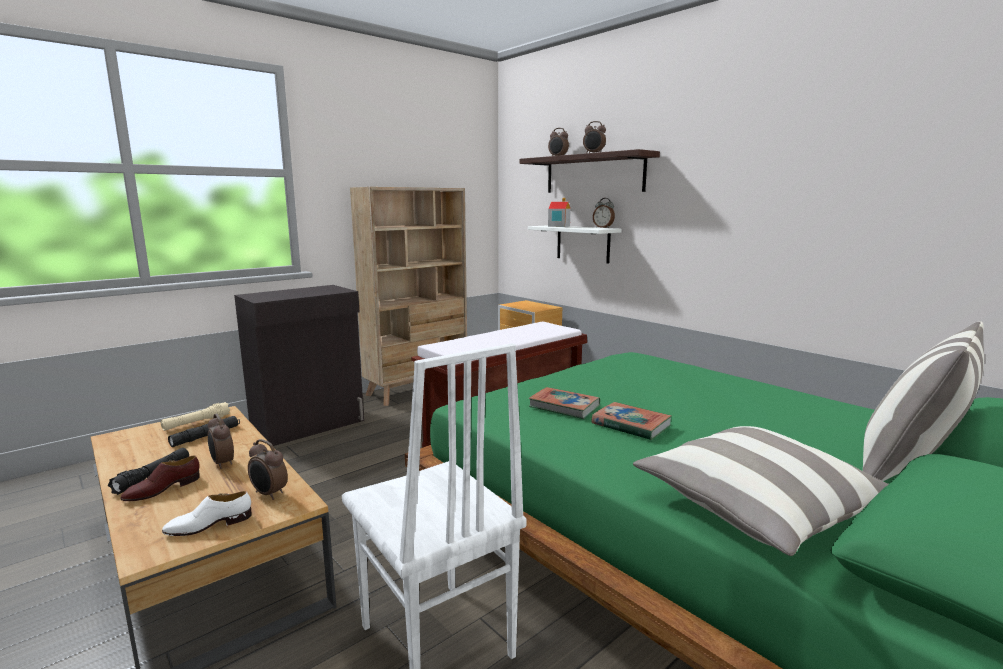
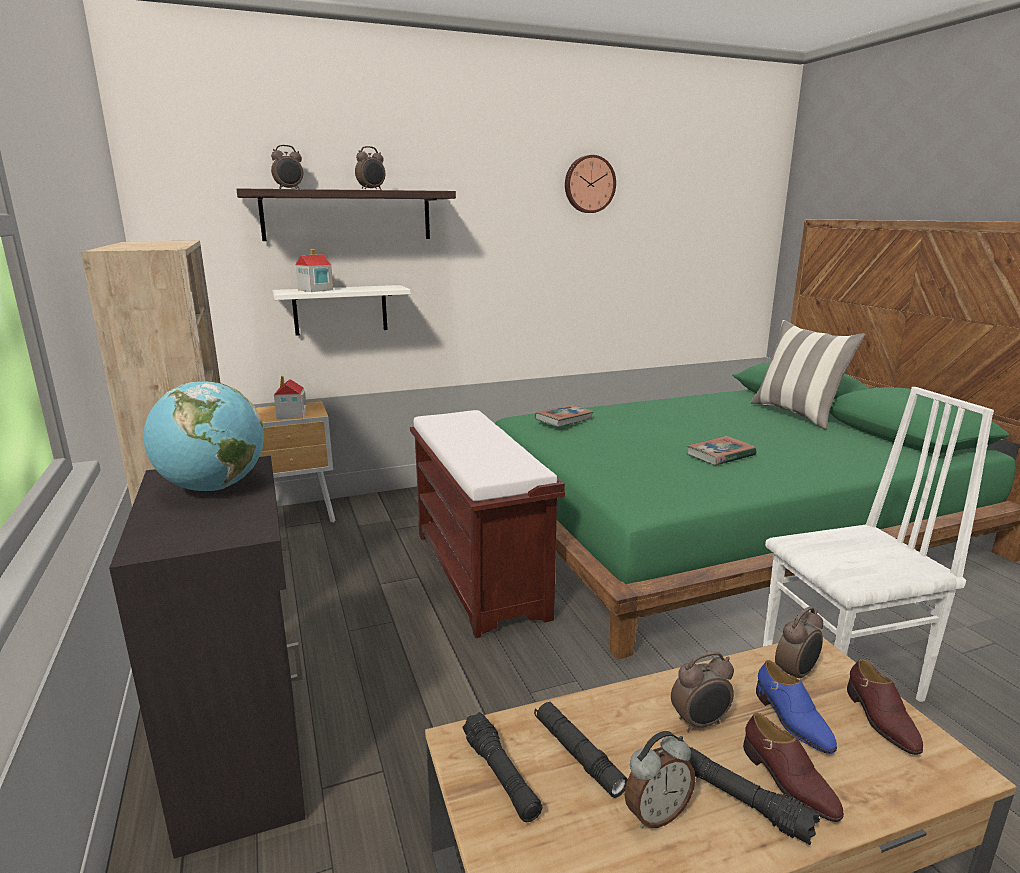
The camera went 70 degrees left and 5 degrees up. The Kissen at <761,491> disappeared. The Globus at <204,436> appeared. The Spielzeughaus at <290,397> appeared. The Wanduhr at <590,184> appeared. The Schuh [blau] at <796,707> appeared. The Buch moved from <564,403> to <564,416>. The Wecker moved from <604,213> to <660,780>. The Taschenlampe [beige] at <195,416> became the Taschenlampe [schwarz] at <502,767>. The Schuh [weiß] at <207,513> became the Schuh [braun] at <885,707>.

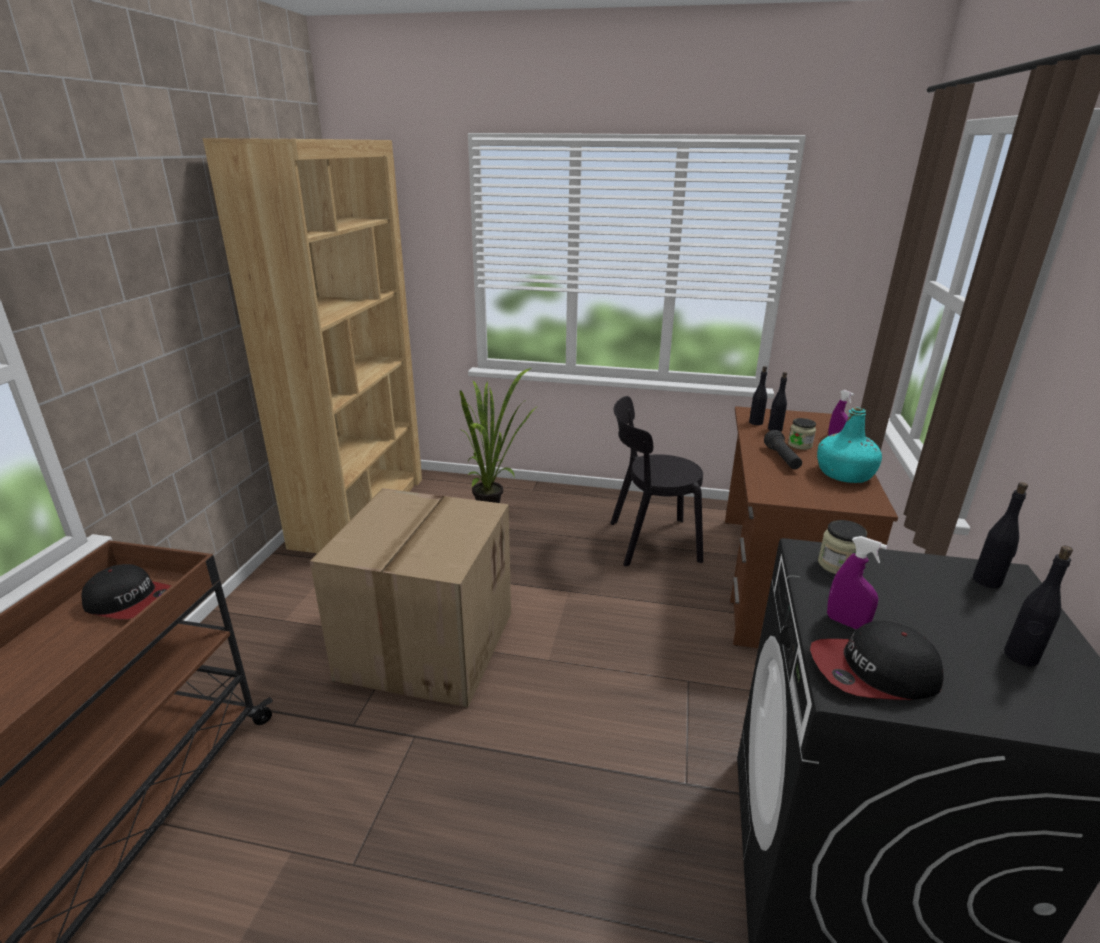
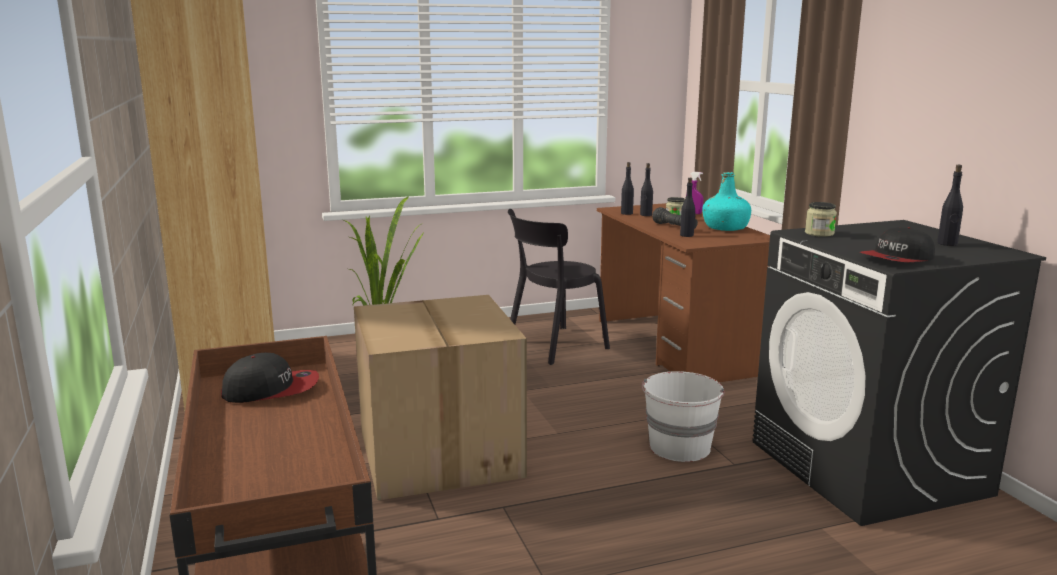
The camera went 30 degrees left and 10 degrees down. The Sprühflasche [lila] at <857,583> disappeared. The Eimer [weiß] at <683,416> appeared. The Flasche [schwarz] moved from <1000,535> to <687,207>.

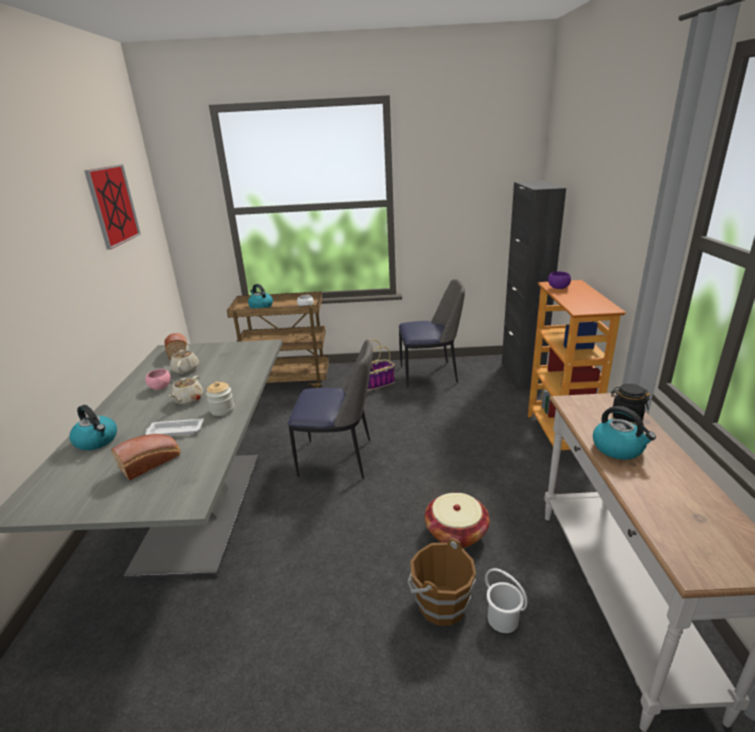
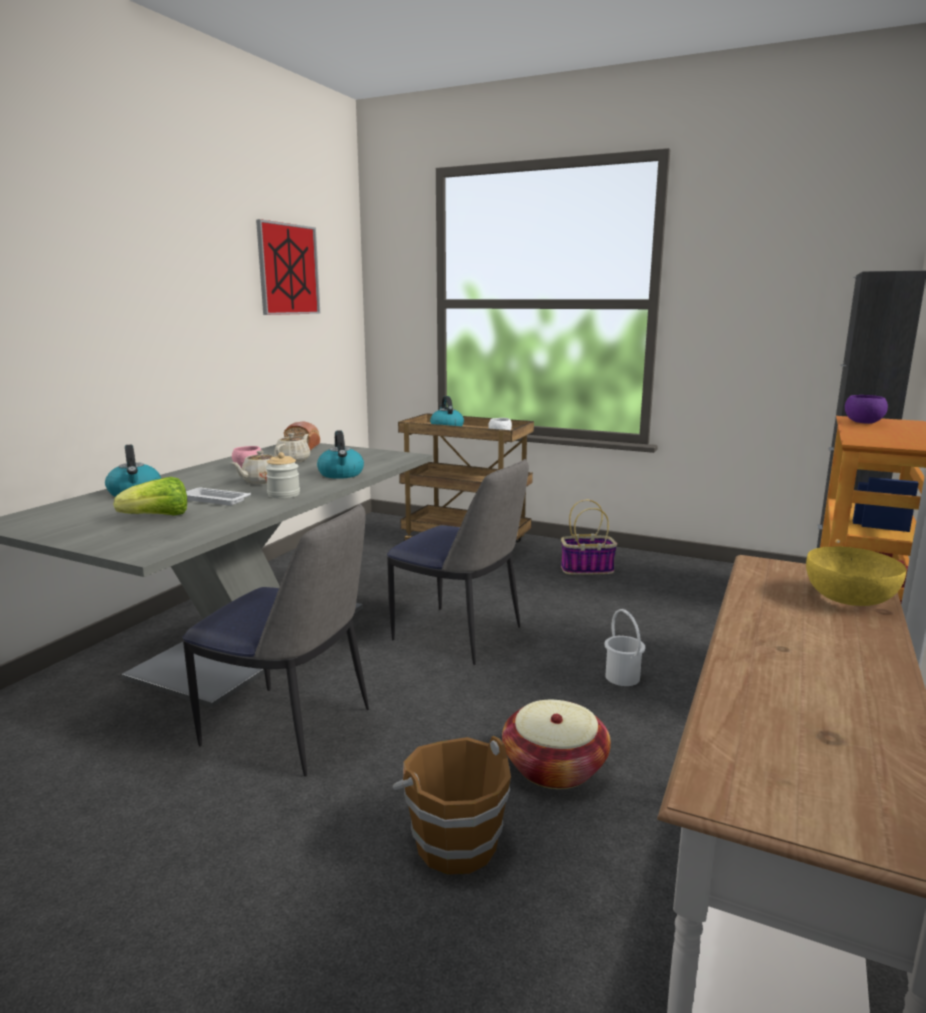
The camera went 25 degrees right and 10 degrees down. The Stuhl moved from <432,333> to <275,640>. The Eimer [weiß] moved from <506,600> to <625,647>. The Wasserkessel moved from <624,433> to <340,454>. The Brot at <145,457> was replaced by the Salatkopf at <150,496>. The Vorratsglas [schwarz] at <630,403> was replaced by the Schüssel [gelb] at <856,576>.

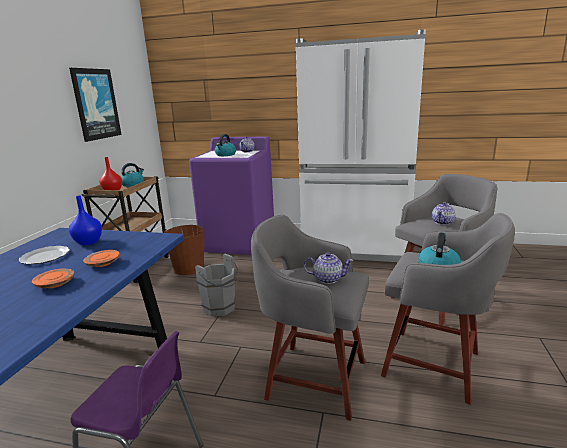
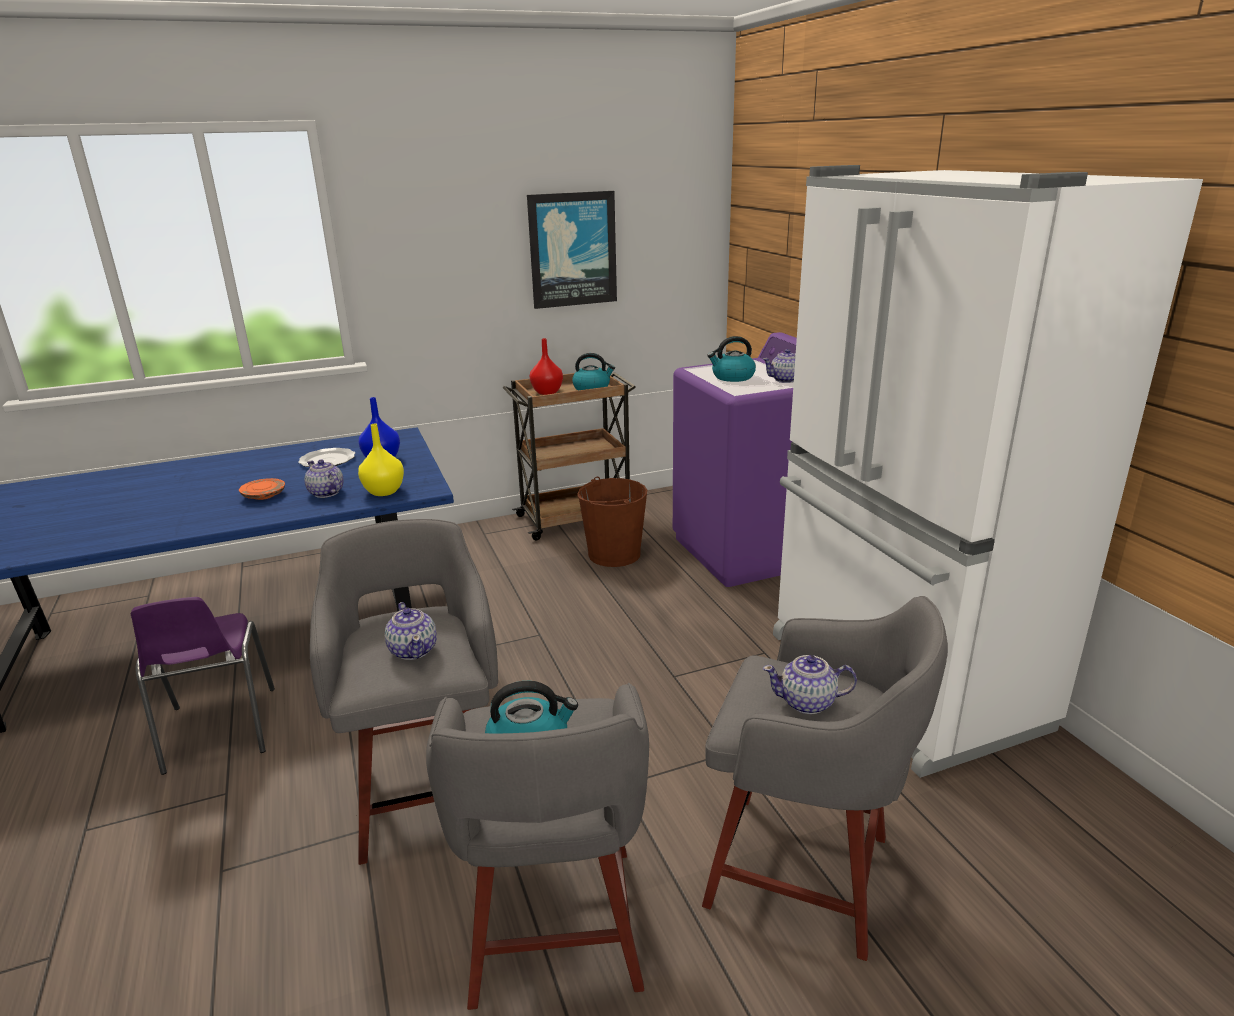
The camera went 55 degrees right and 5 degrees up. The Eimer [grau] at <217,285> disappeared. The Vase [gelb] at <381,460> appeared. The Teller [orange] at <101,258> was replaced by the Teekanne at <324,478>.

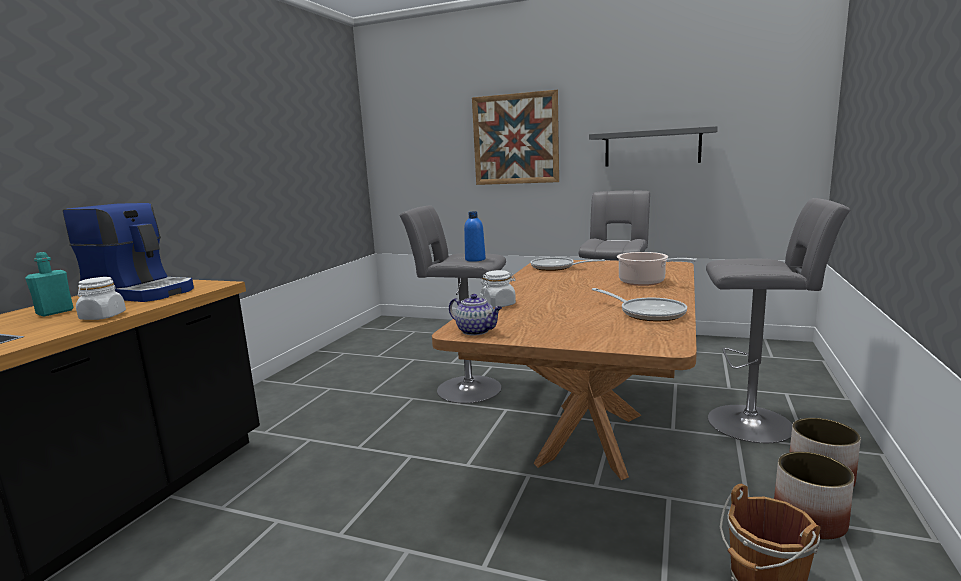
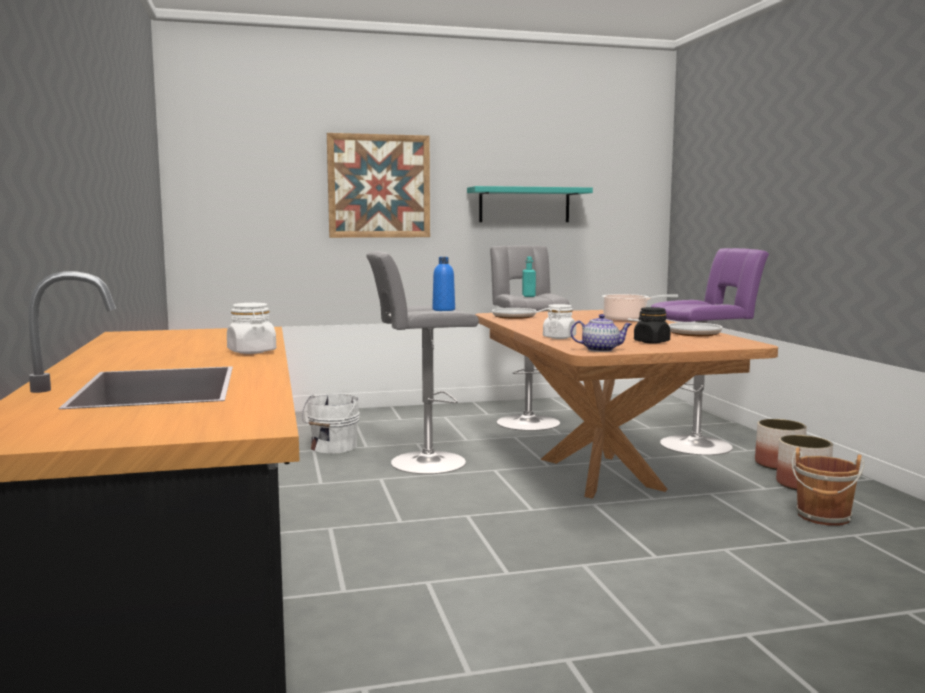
The camera went 35 degrees left and 5 degrees down. The Kaffeemaschine at <128,252> disappeared. The Eimer [weiß] at <330,424> appeared. The Vorratsglas [schwarz] at <652,325> appeared. The Flasche [türkis] moved from <49,284> to <529,277>. The Wandregal [grau] at <653,146> became the Wandregal [türkis] at <530,204>. The Hocker [grau] at <778,320> became the Hocker [lila] at <710,351>.

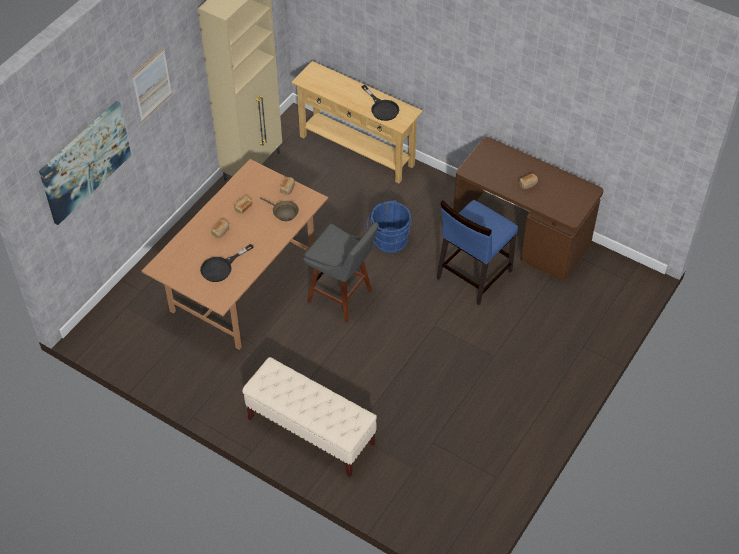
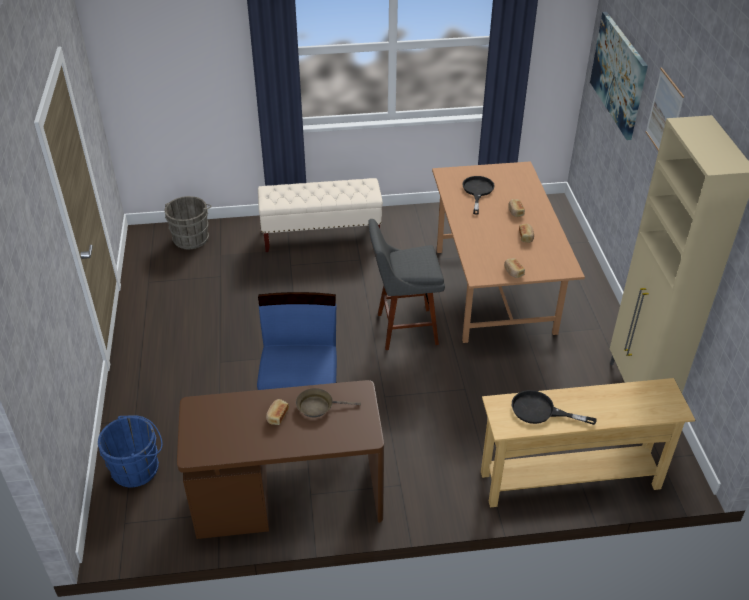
The camera went 140 degrees right and 10 degrees down. The Eimer [grau] at <188,223> appeared. The Pfanne [braun] moved from <279,209> to <328,402>. The Eimer [blau] moved from <389,226> to <130,451>.

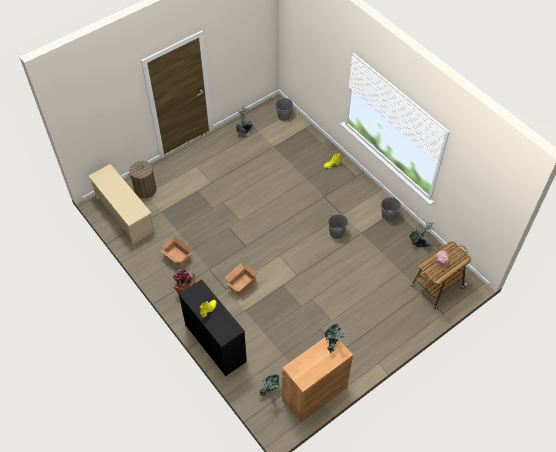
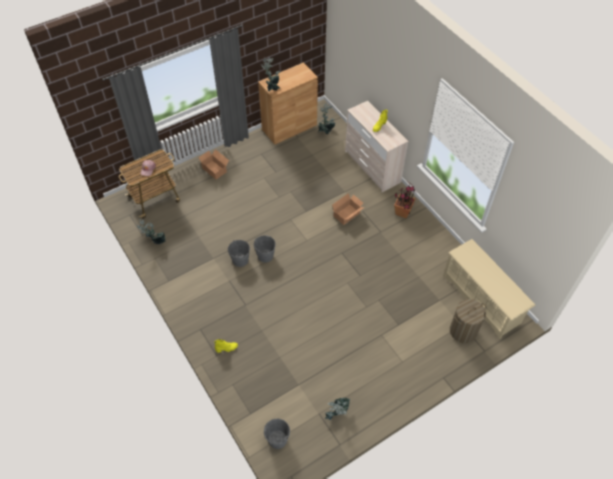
The camera went 175 degrees left and 0 degrees up. The Karton moved from <176,251> to <214,164>. The Eimer [grau] moved from <391,209> to <265,249>. The Kommode [schwarz] at <213,327> became the Kommode [beige] at <377,146>.

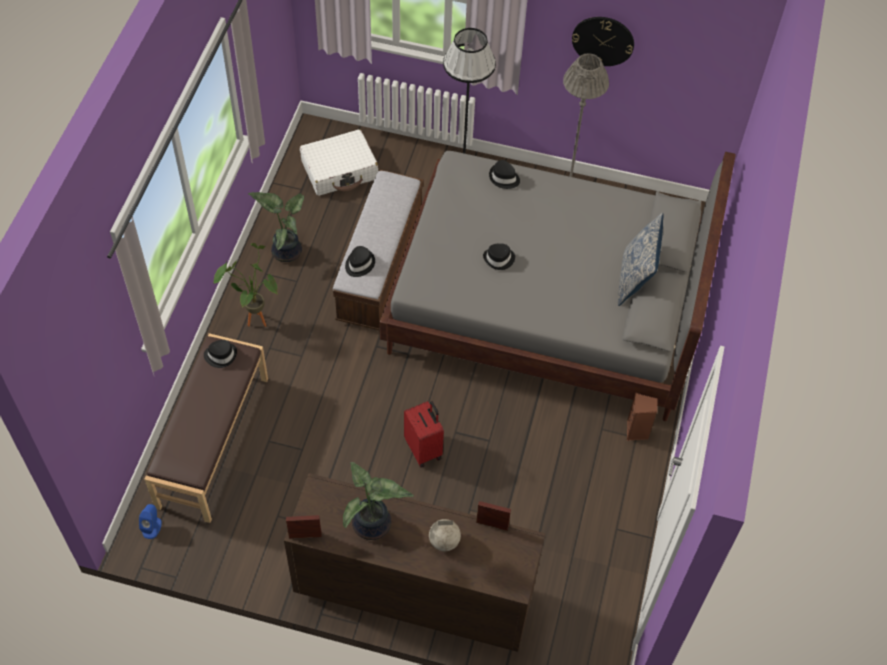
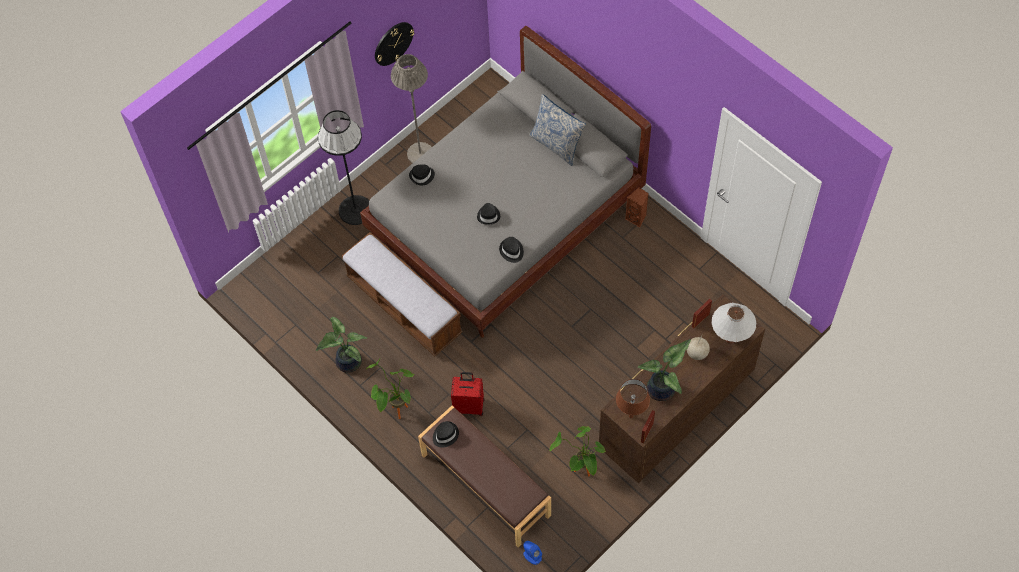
The camera went 55 degrees left and 5 degrees up. The Koffer [weiß] at <339,162> disappeared. The Topfpflanze at <578,451> appeared. The Tischlampe [braun] at <633,398> appeared. The Tischlampe [weiß] at <734,323> appeared. The Hut [schwarz] moved from <360,261> to <511,250>. The Koffer [rot] moved from <424,434> to <467,394>.

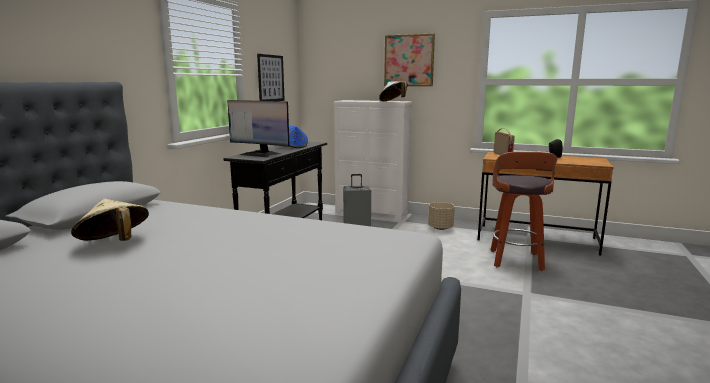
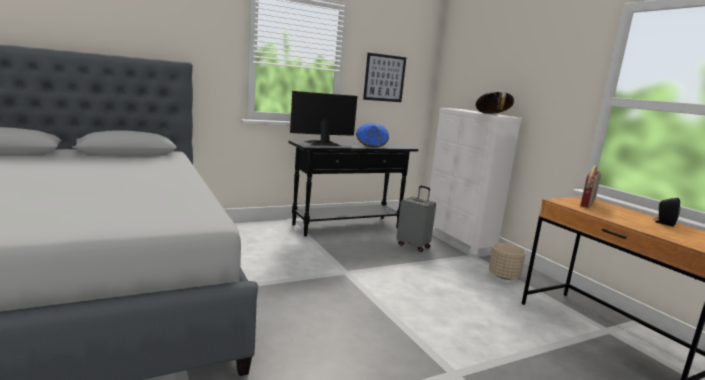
The camera went 40 degrees right and 0 degrees up. The Hut [beige] at <110,219> disappeared. The Bild at <409,59> disappeared. The Hocker at <523,211> disappeared. The Monitor at <258,128> turned 90 degrees clockwise.

